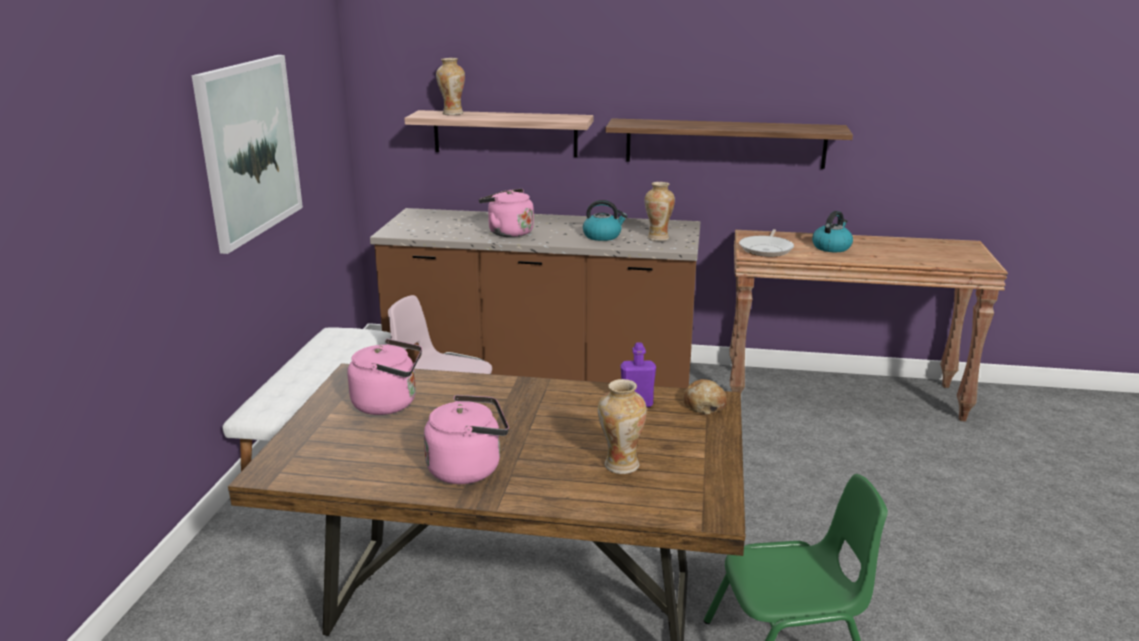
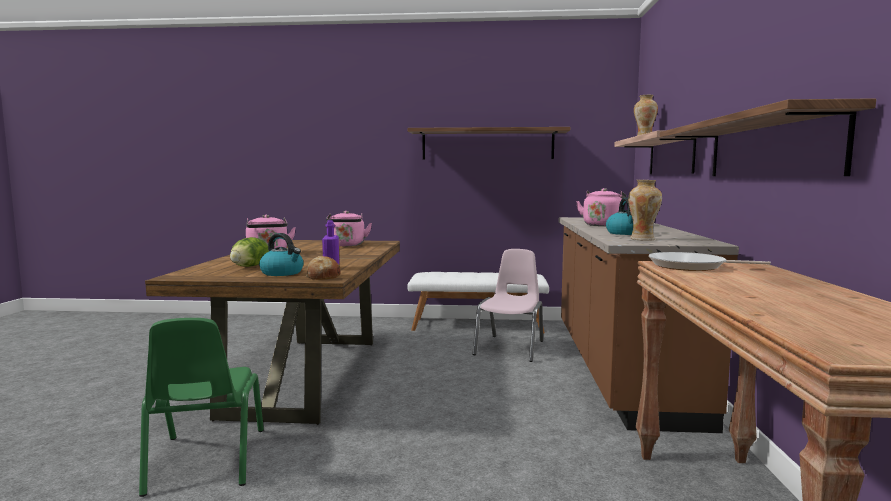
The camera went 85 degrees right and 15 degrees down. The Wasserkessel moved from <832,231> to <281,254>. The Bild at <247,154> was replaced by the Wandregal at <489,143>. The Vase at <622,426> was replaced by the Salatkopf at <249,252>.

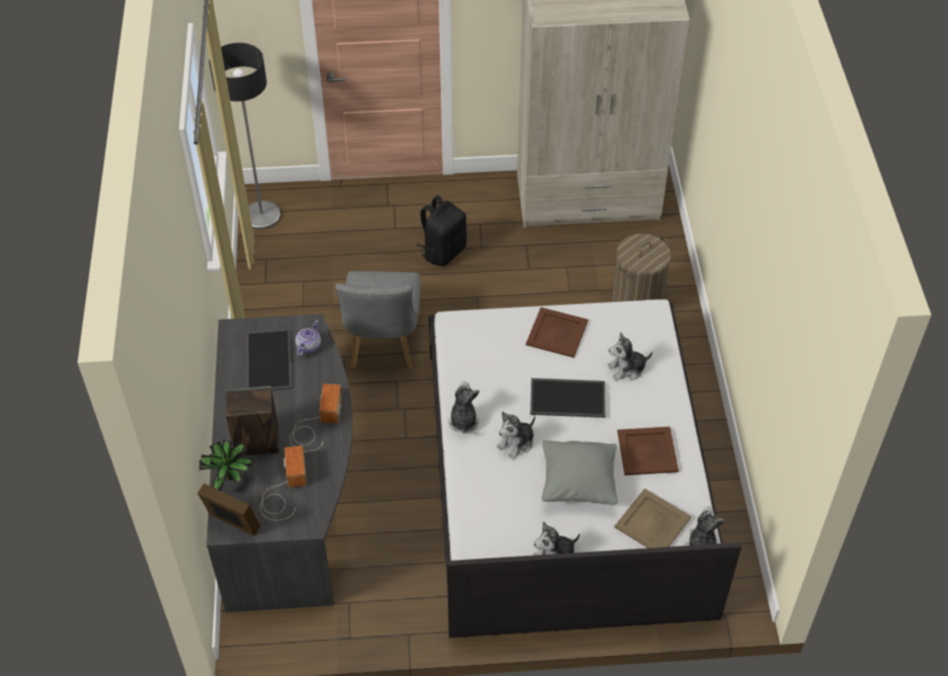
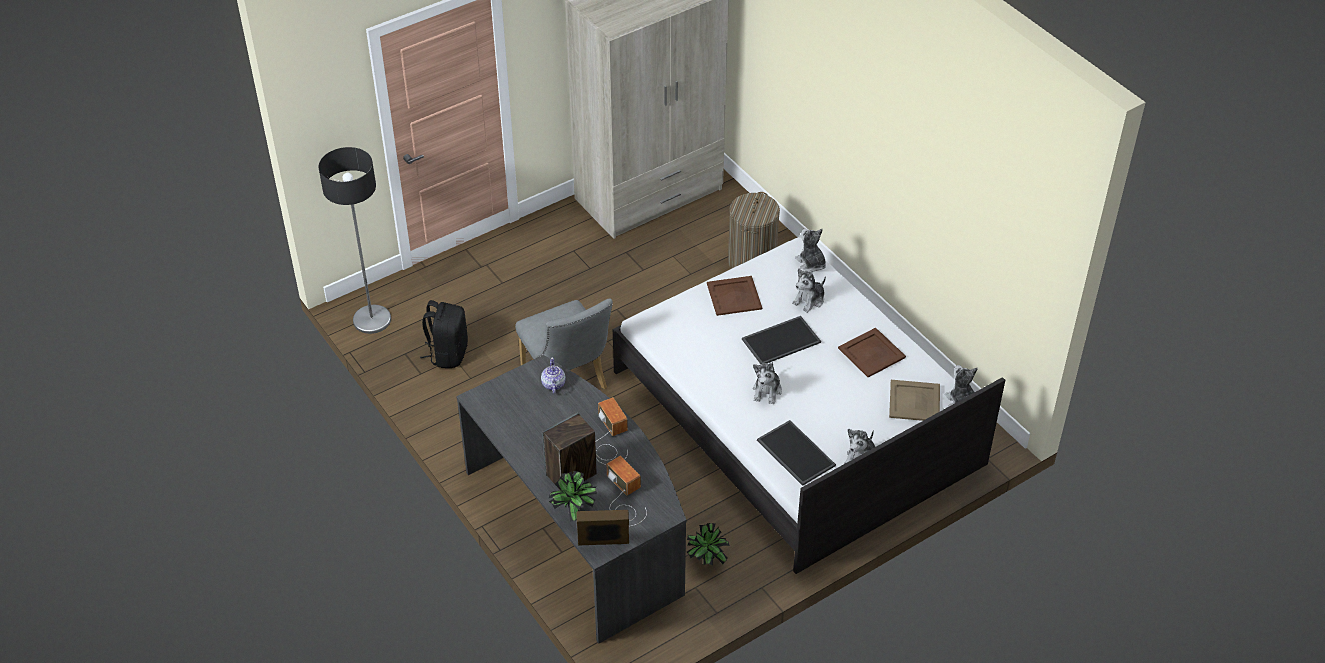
The camera went 30 degrees left and 5 degrees down. The Kissen [grau] at <580,472> disappeared. The Topfpflanze at <708,544> appeared. The Tablett moved from <269,360> to <796,453>. The Rucksack [schwarz] moved from <442,230> to <444,334>. The Plüschtier moved from <464,407> to <810,250>.

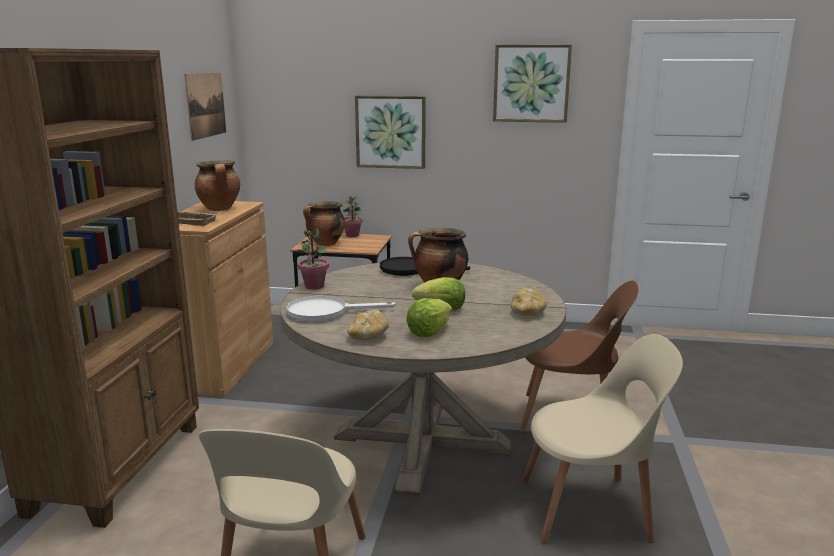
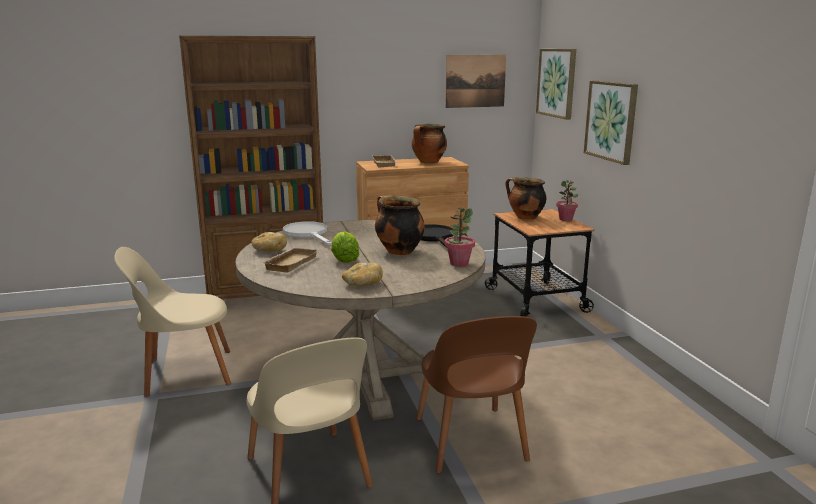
The camera went 65 degrees right and 0 degrees up. The Topfpflanze moved from <313,258> to <460,237>. The Bild moved from <532,83> to <556,84>. The Salatkopf at <429,317> was replaced by the Tablett [beige] at <289,260>.

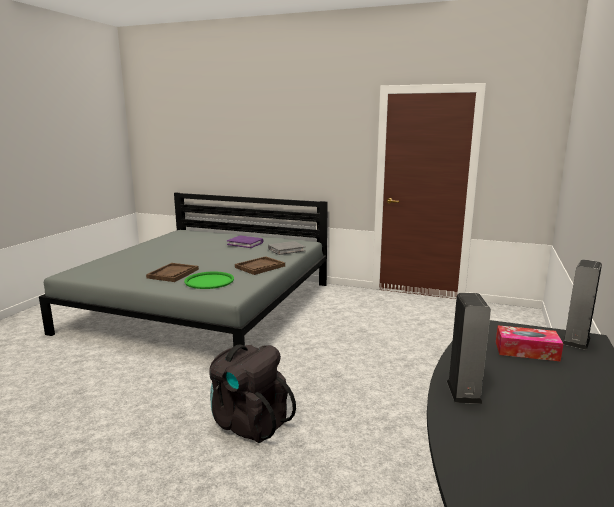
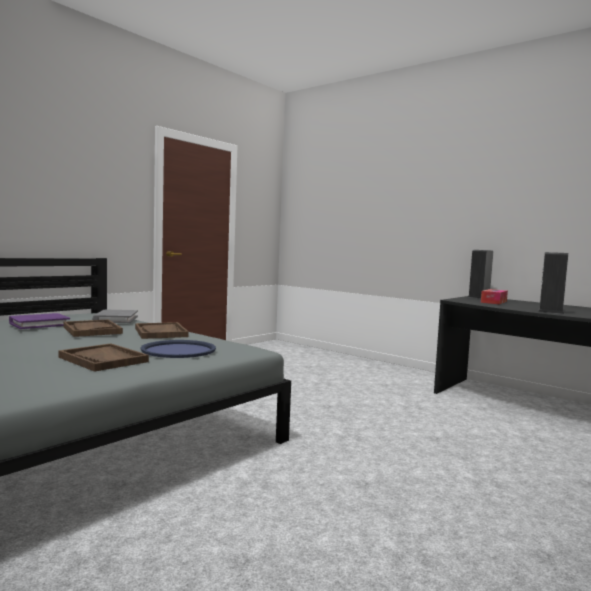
The camera went 70 degrees left and 10 degrees down. The Rucksack [schwarz] at <252,393> disappeared. The Tablett [braun] at <93,328> appeared. The Tablett [grün] at <209,280> became the Tablett [blau] at <178,349>.

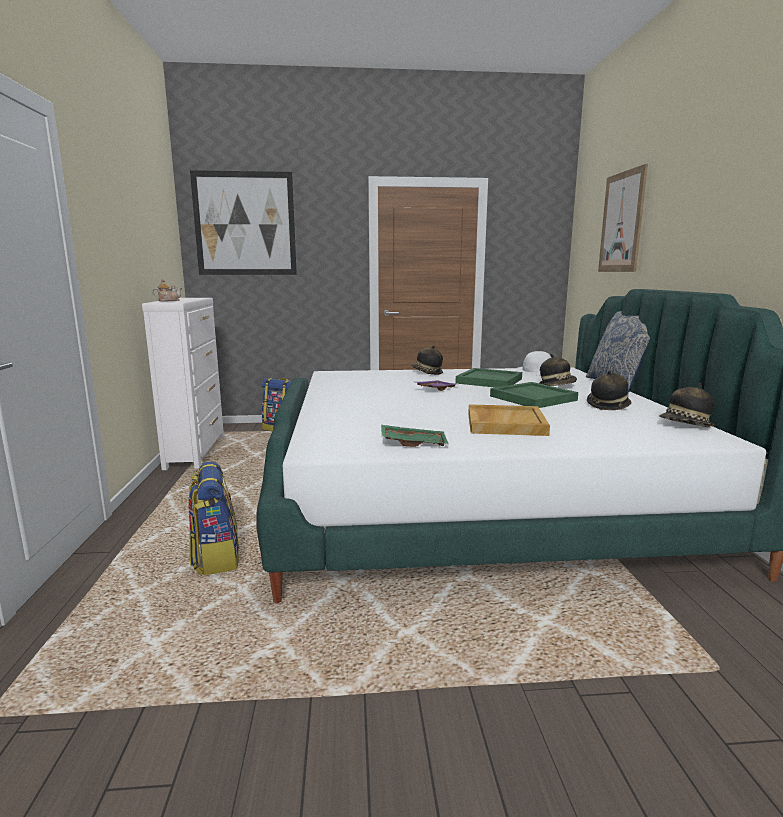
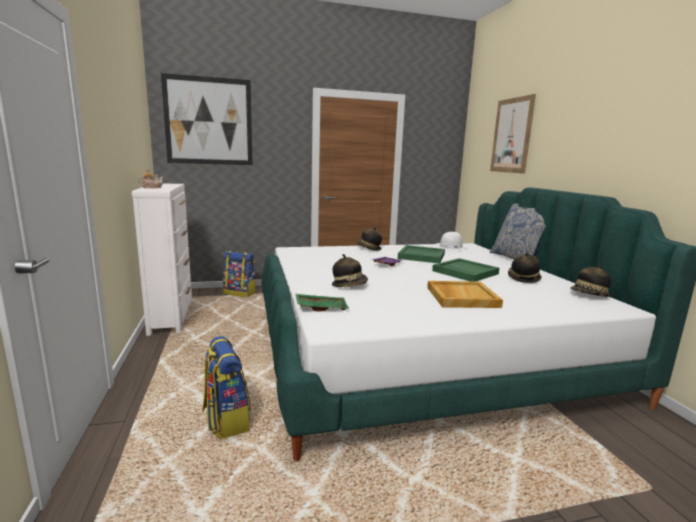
The camera went 10 degrees left and 0 degrees up. The Tablett [grün] moved from <415,436> to <322,302>. The Hut moved from <558,370> to <350,270>.

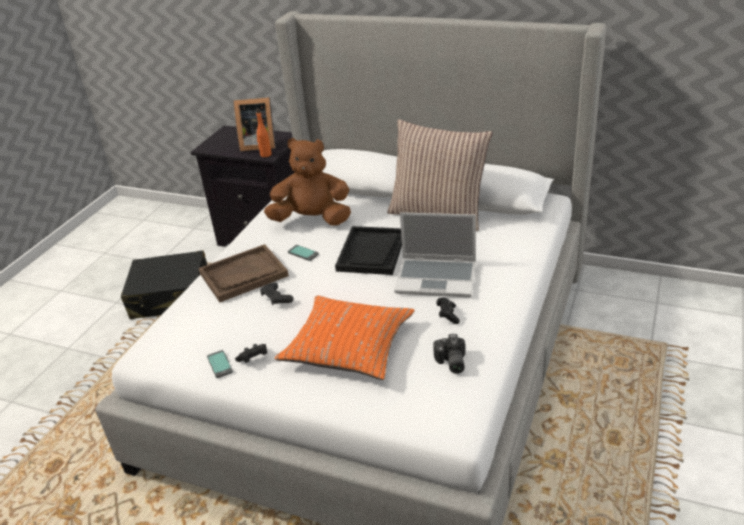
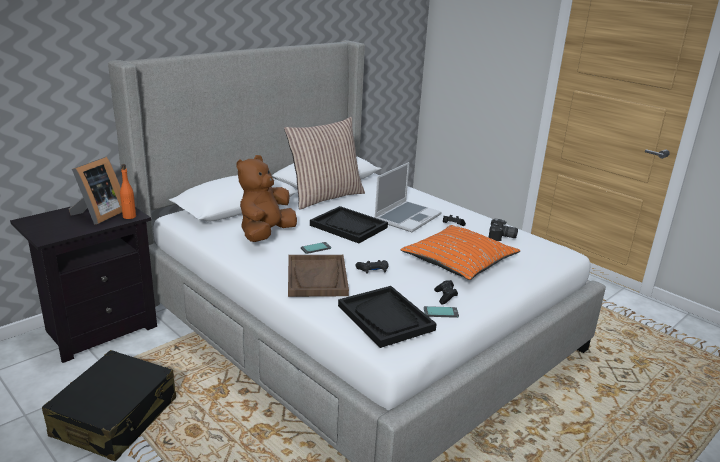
The camera went 70 degrees left and 10 degrees down. The Tablett [schwarz] at <387,317> appeared.

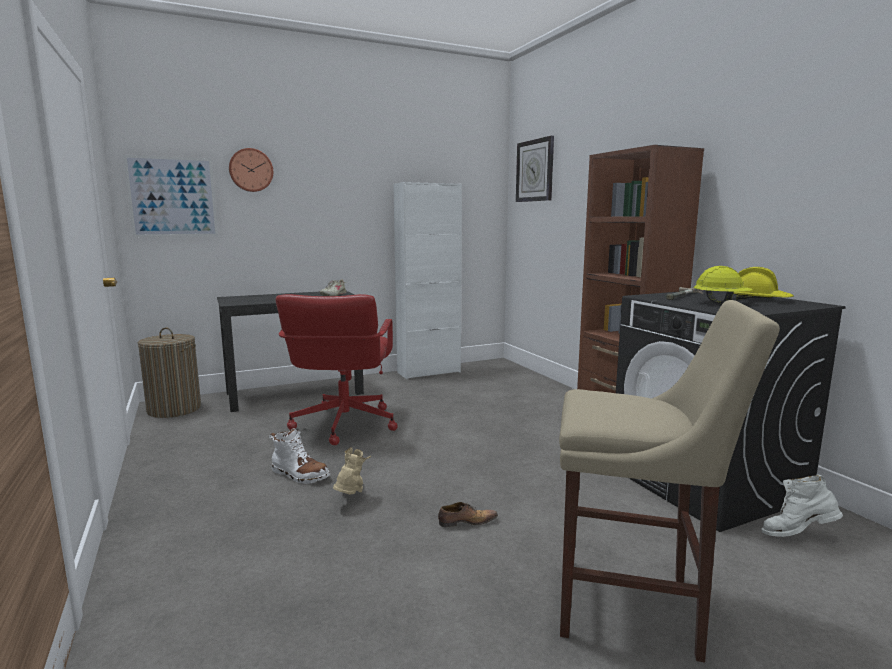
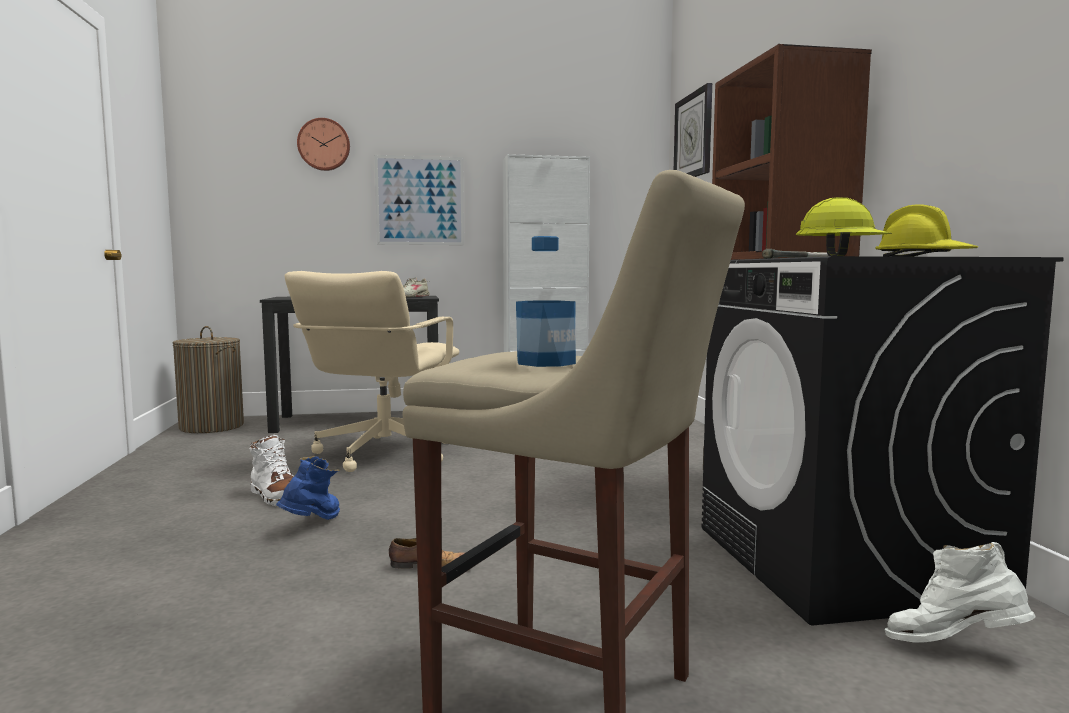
The camera went 15 degrees right and 5 degrees down. The Flasche at <546,301> appeared. The Bild moved from <170,196> to <419,200>. The Bürostuhl [rot] at <337,369> became the Bürostuhl [beige] at <372,371>. The Stiefel [beige] at <352,470> became the Stiefel [blau] at <308,488>.

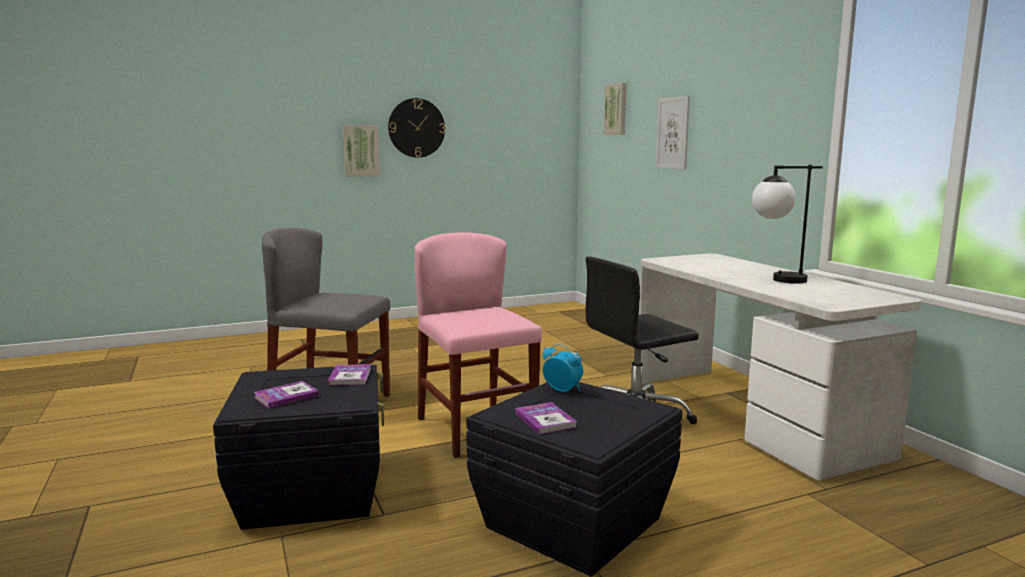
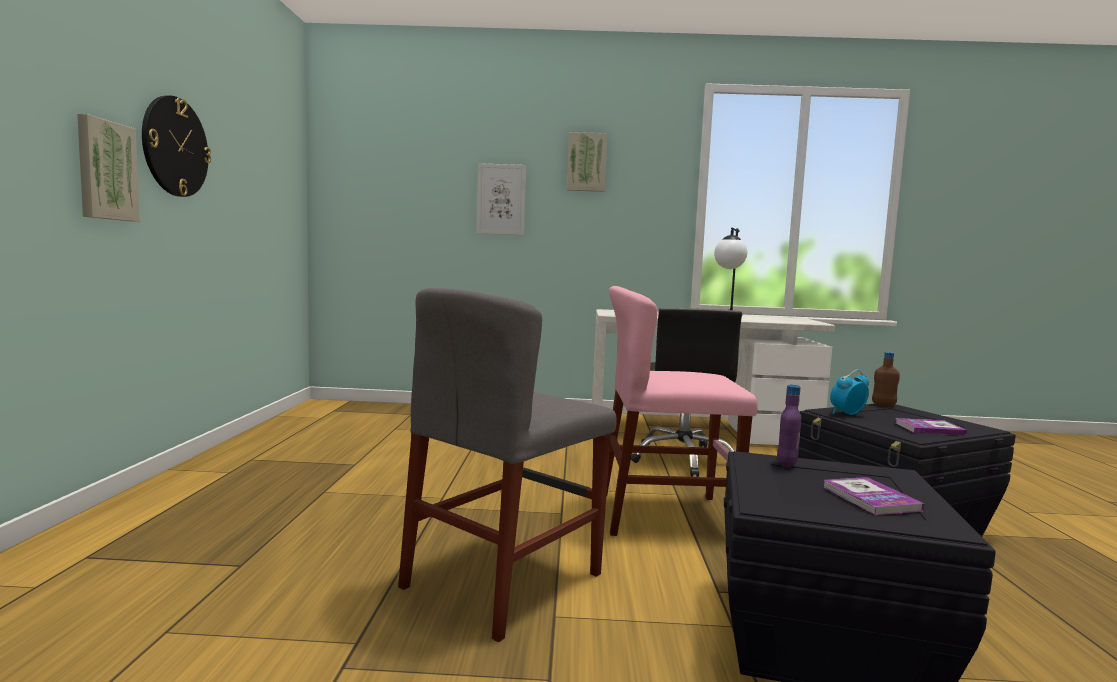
The camera went 65 degrees left and 5 degrees down. The Flasche [braun] at <886,379> appeared. The Bild moved from <615,109> to <587,162>. The Buch at <349,374> was replaced by the Flasche [lila] at <789,426>.

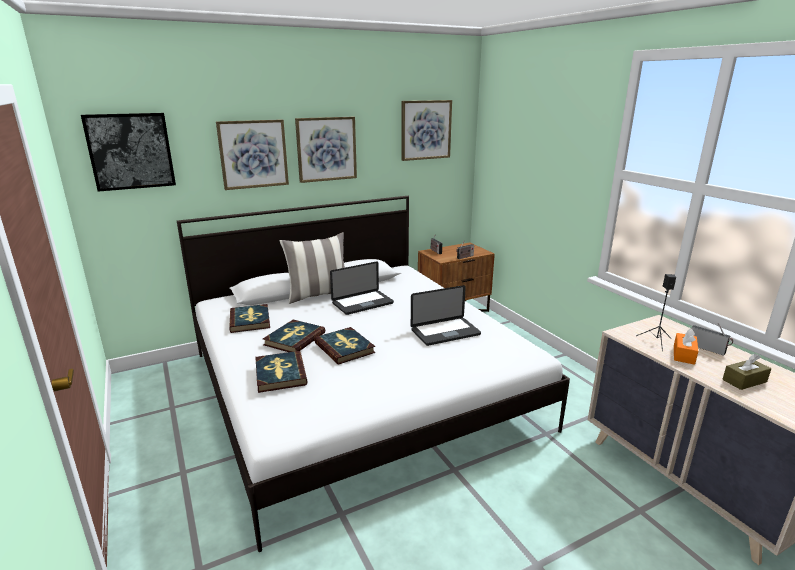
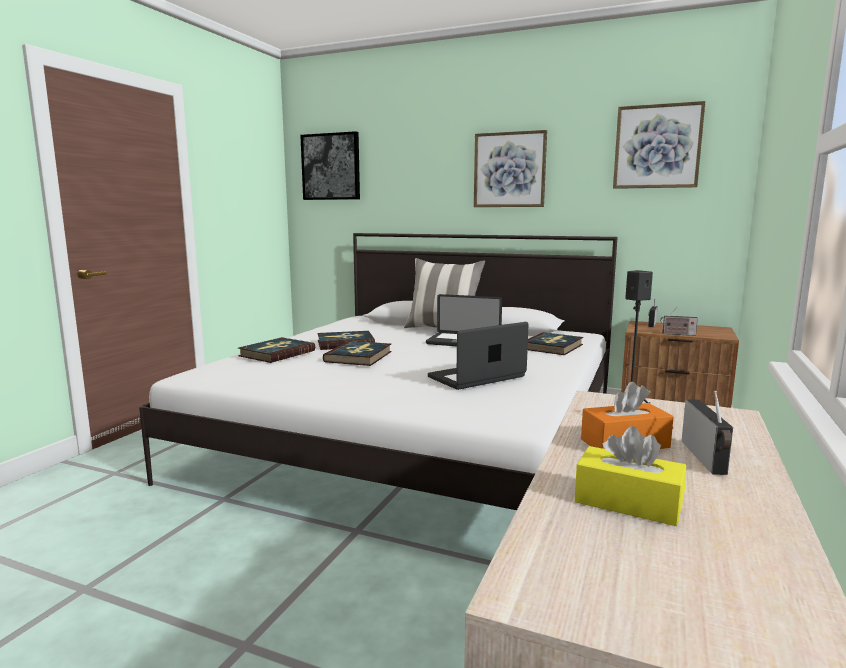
The camera went 50 degrees right and 10 degrees down. The Bild at <252,154> disappeared. The Buch moved from <249,318> to <555,343>. The Taschentuchbox [braun] at <746,372> became the Taschentuchbox [gelb] at <630,476>. The Laptop at <446,315> turned 120 degrees clockwise.

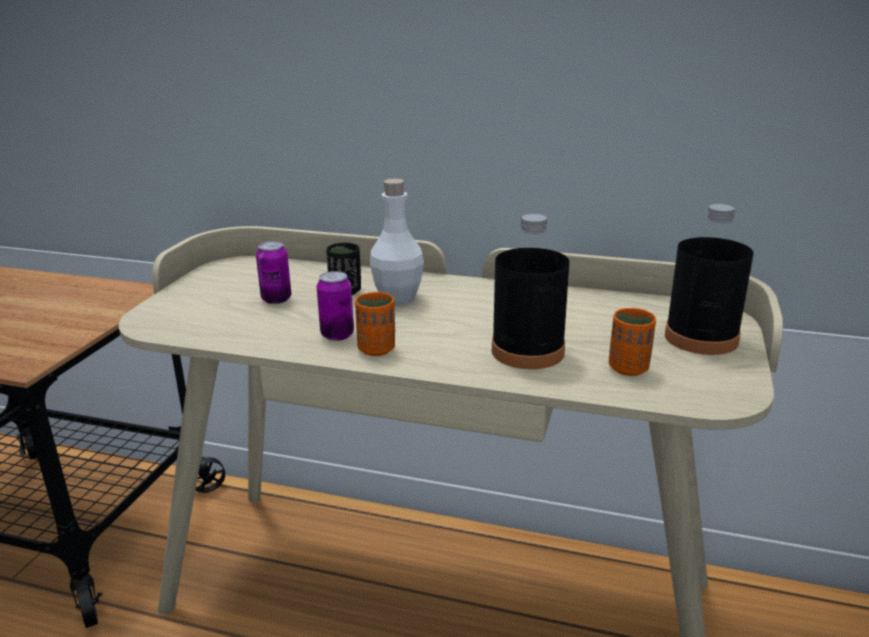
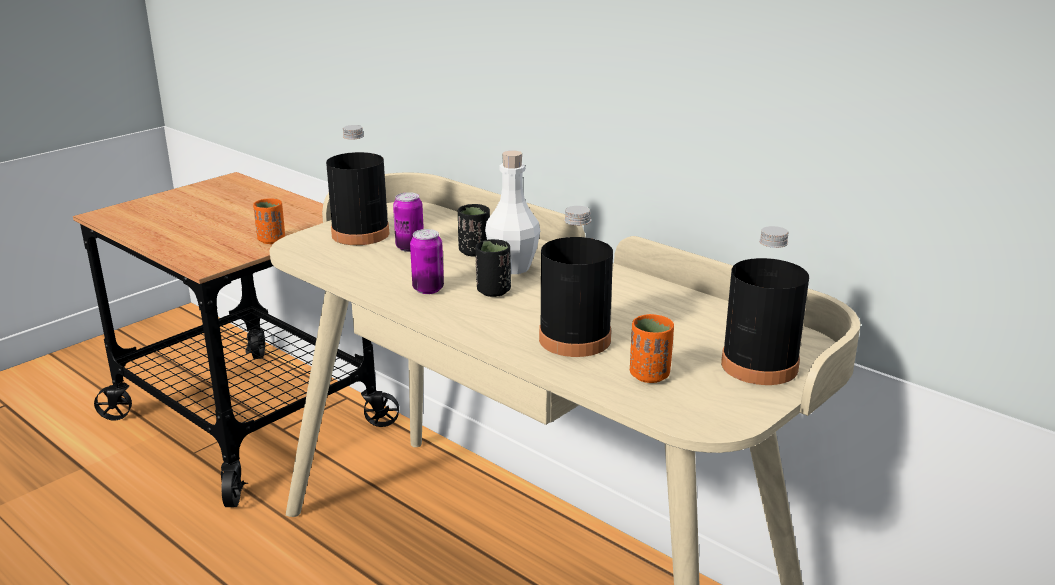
The camera went 25 degrees right and 0 degrees up. The Flasche [schwarz] at <357,185> appeared. The Tasse [schwarz] at <493,268> appeared. The Tasse [orange] moved from <375,324> to <269,221>.

